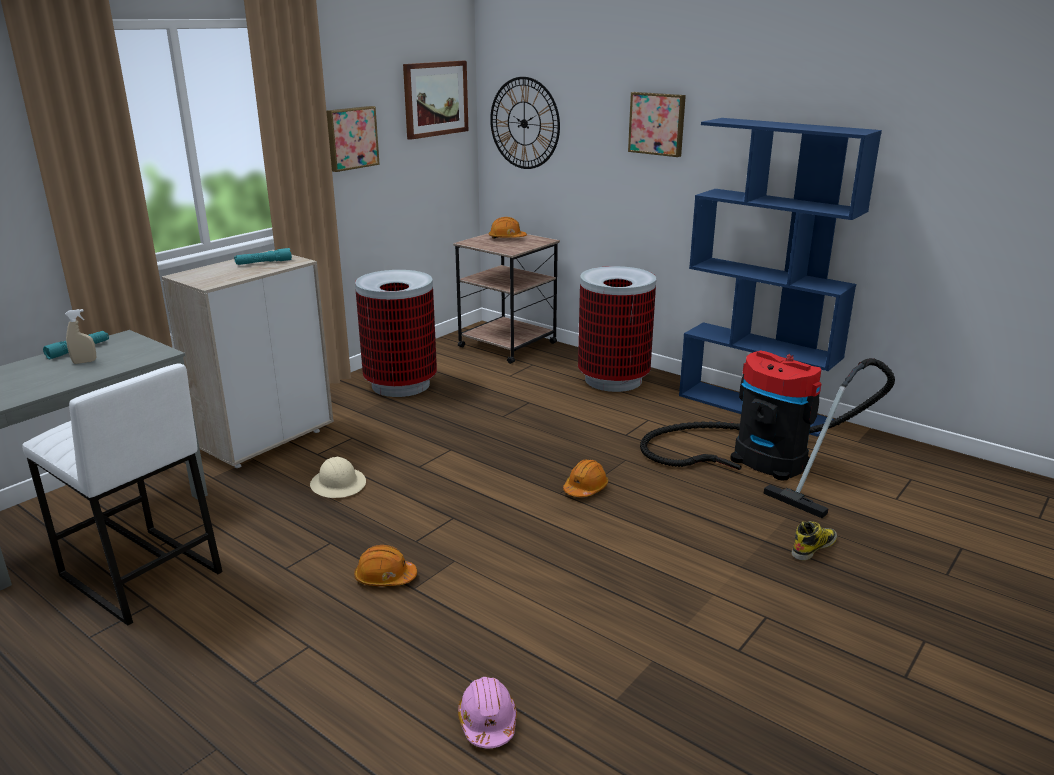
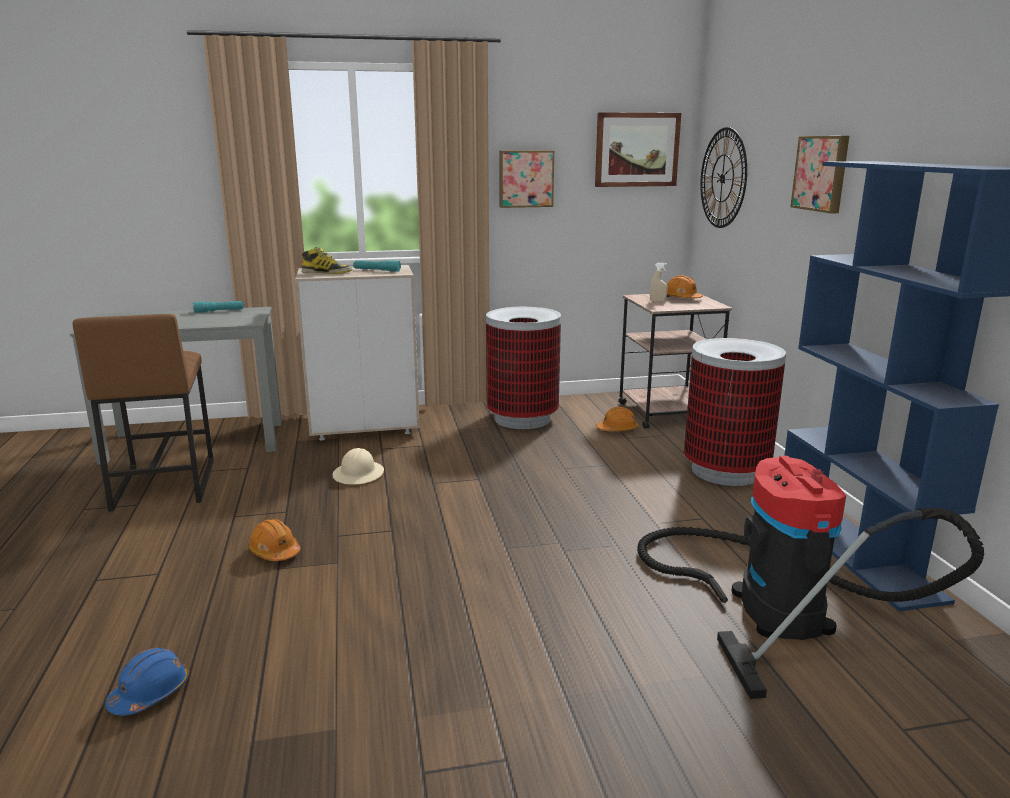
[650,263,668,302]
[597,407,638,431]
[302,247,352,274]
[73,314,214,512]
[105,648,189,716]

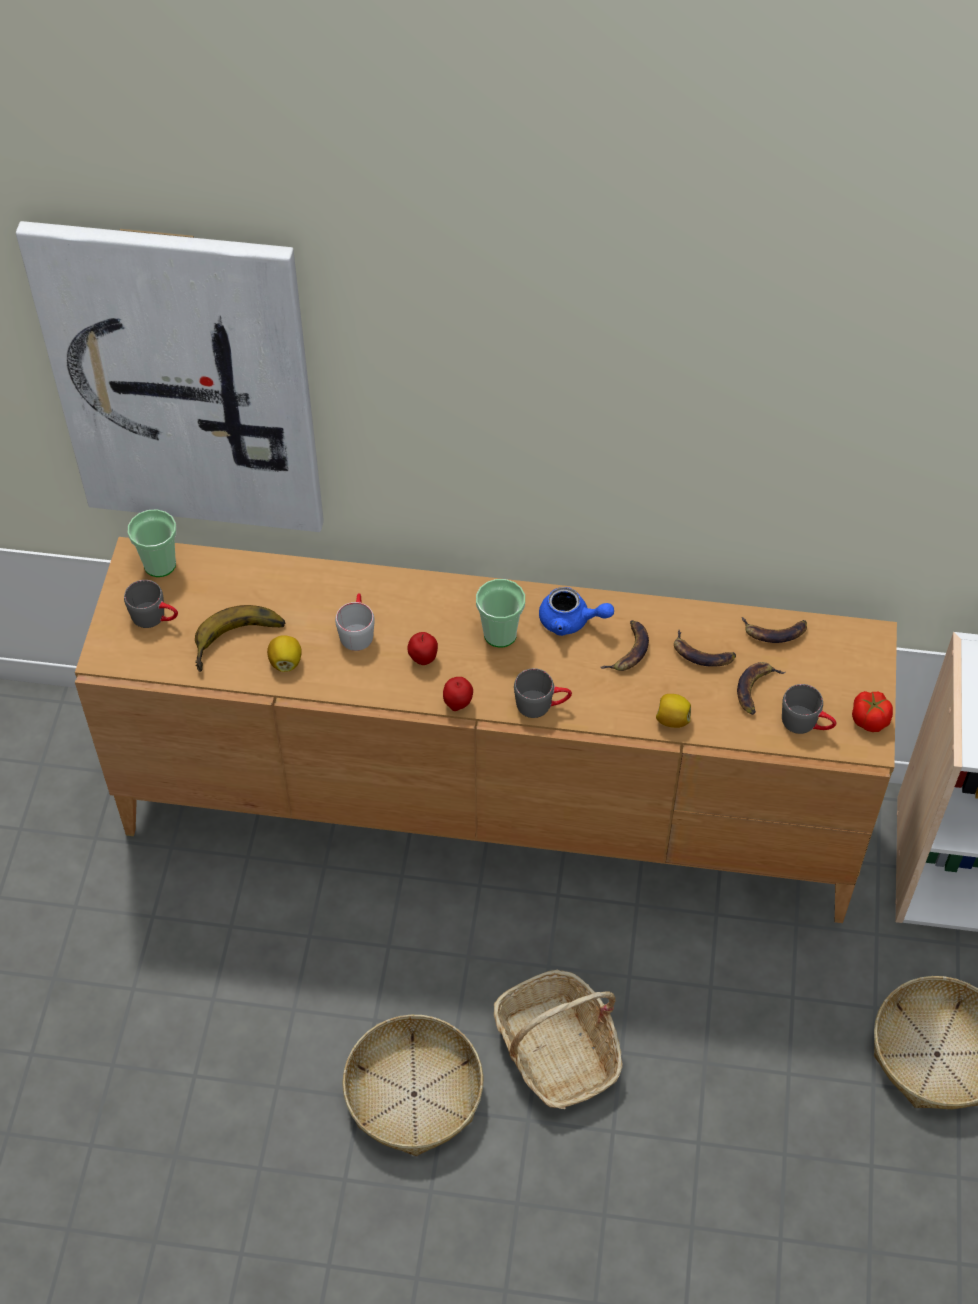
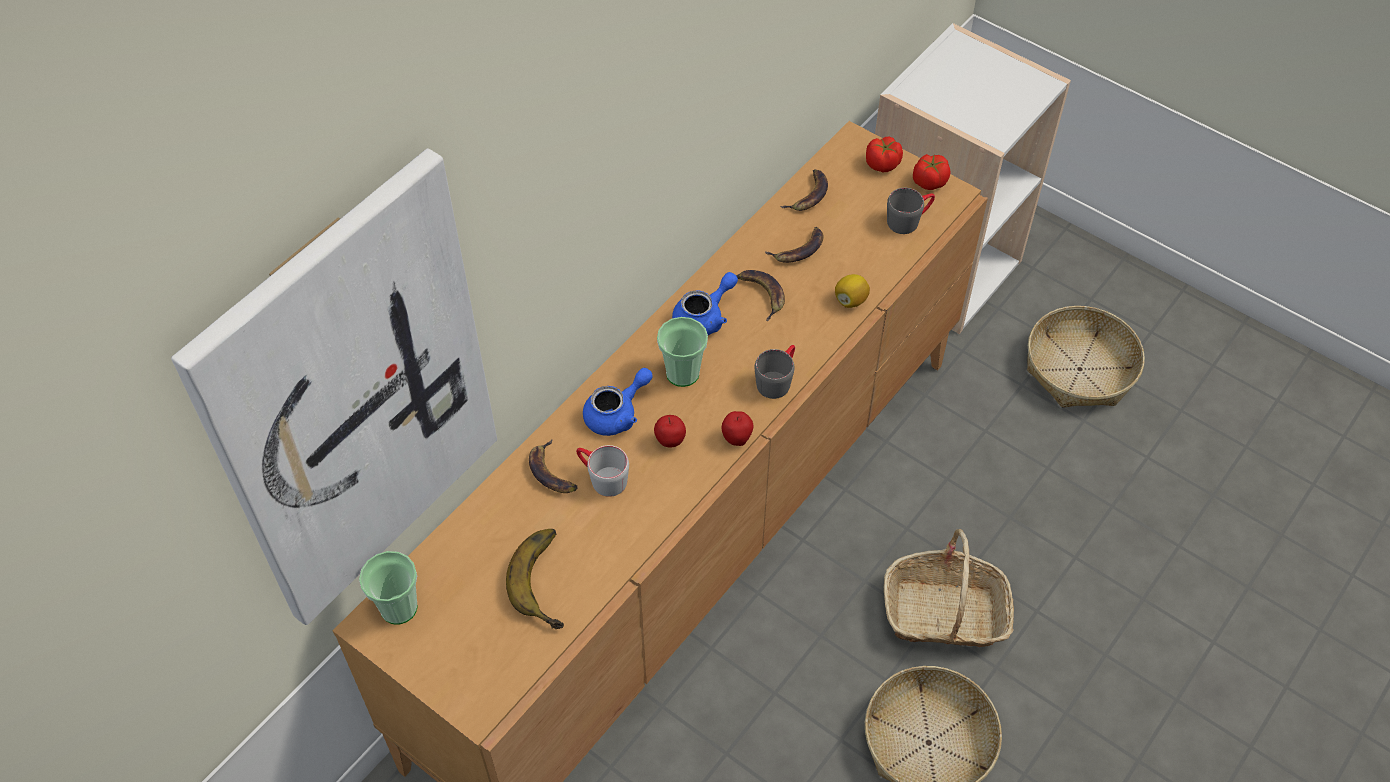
[124,580,178,628] (first image)
[267,635,302,672] (first image)
[583,368,653,436]
[866,137,903,172]
[529,440,578,493]

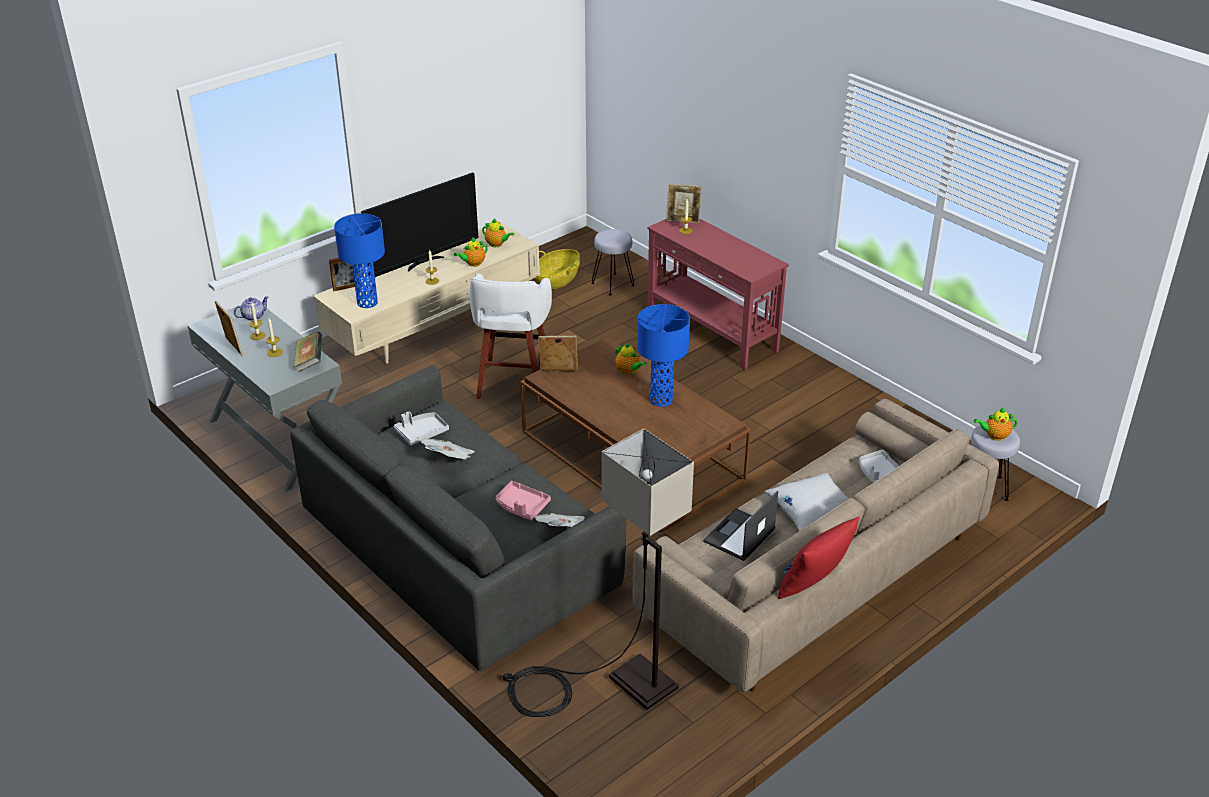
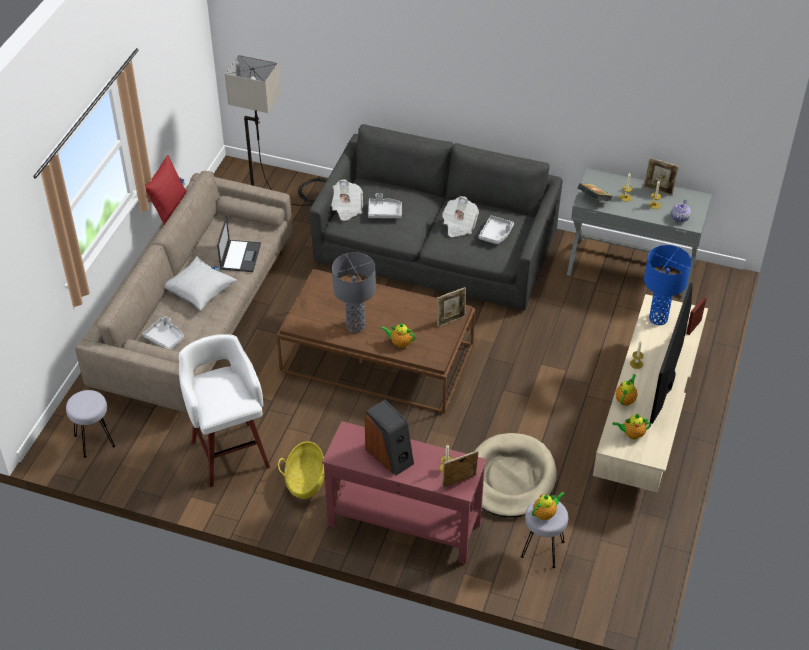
[364,400,414,476]
[475,433,557,518]
[179,334,270,487]
[278,441,325,499]
[532,492,565,520]
[368,193,402,218]
[332,252,376,333]

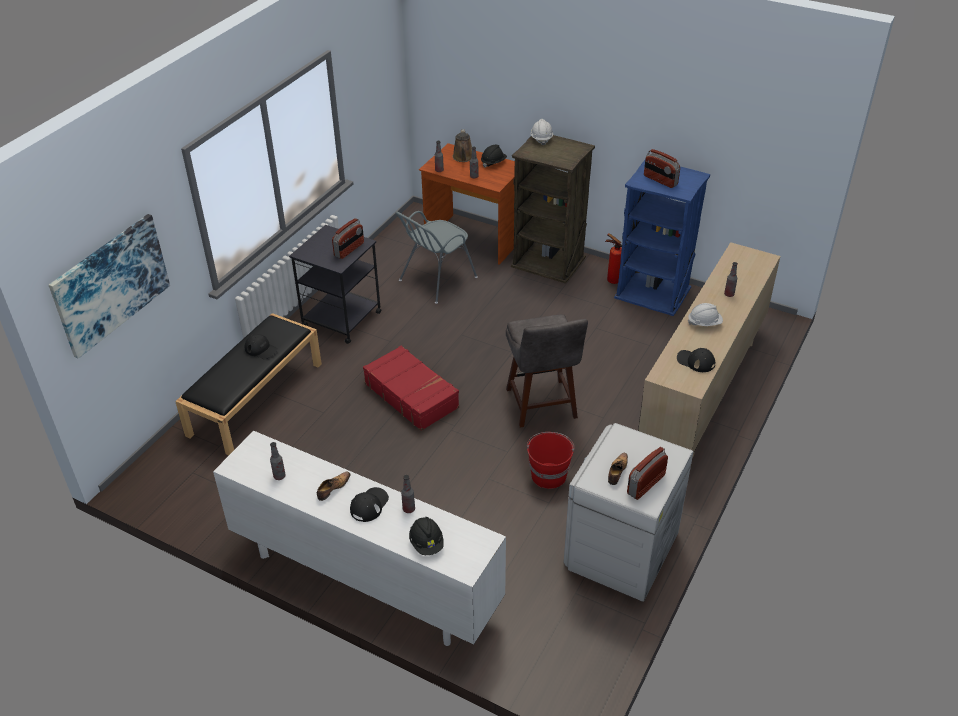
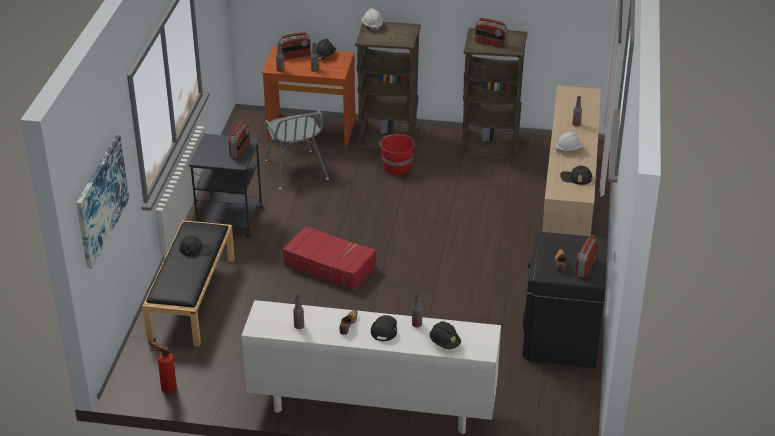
[506,314,588,428] (first image)
[379,134,415,176]
[150,341,177,393]
[279,32,311,60]
[523,232,608,368]
[460,28,528,160]
[264,110,329,189]

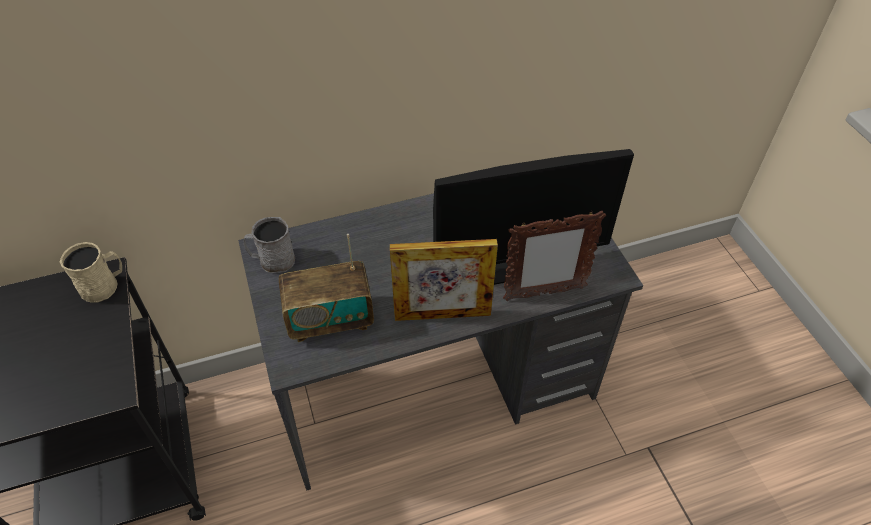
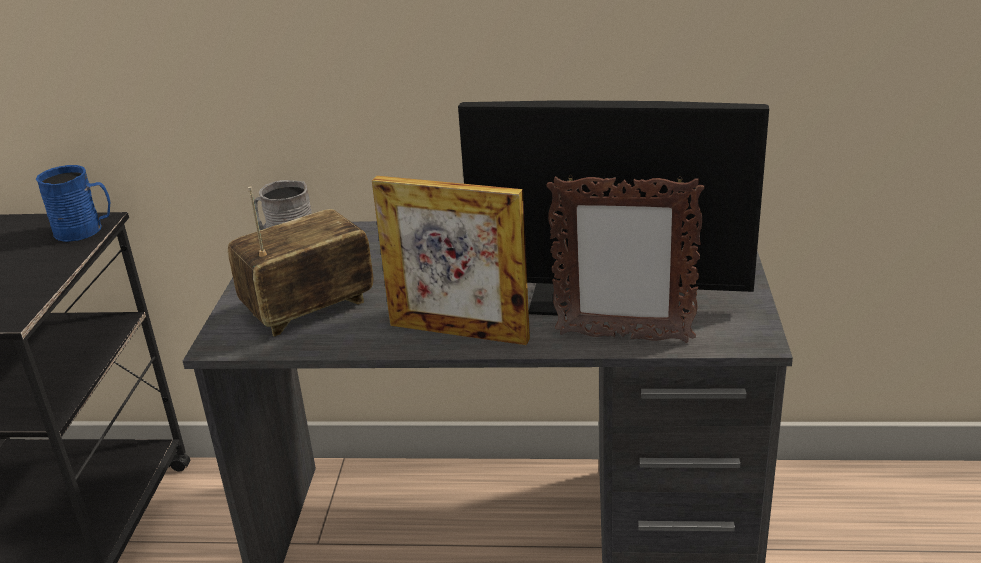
[36,165,110,242]
[228,187,373,337]

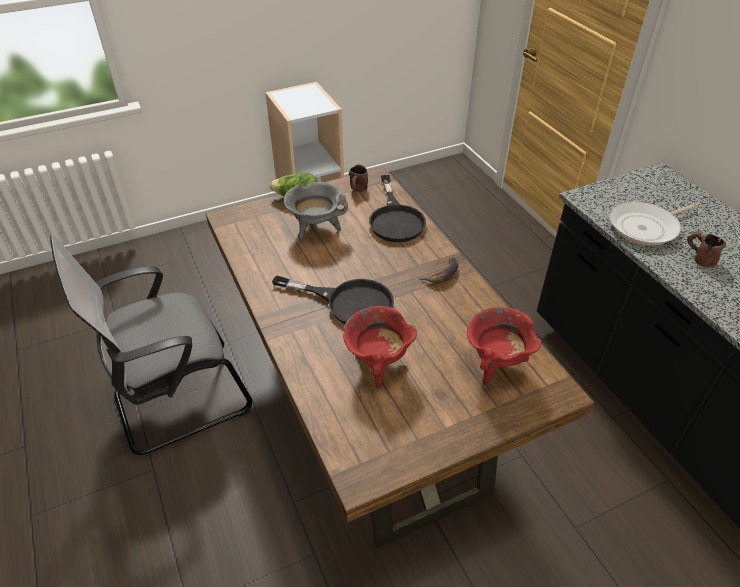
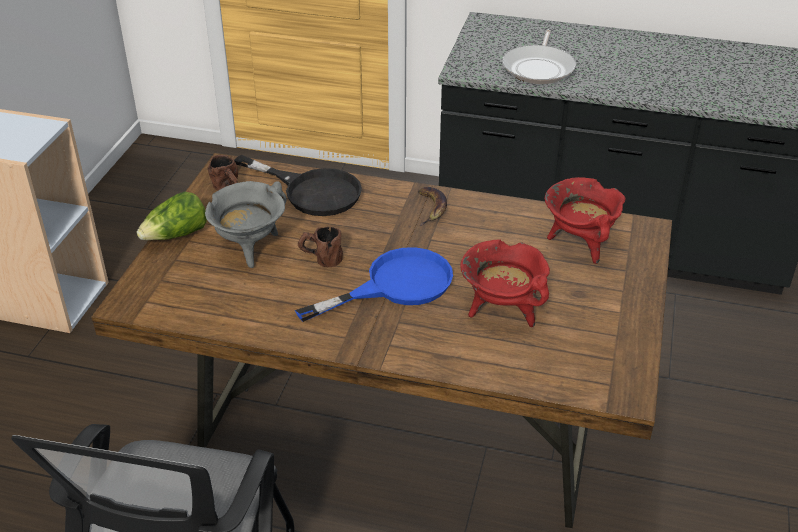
[298,227,343,267]
[295,247,453,322]

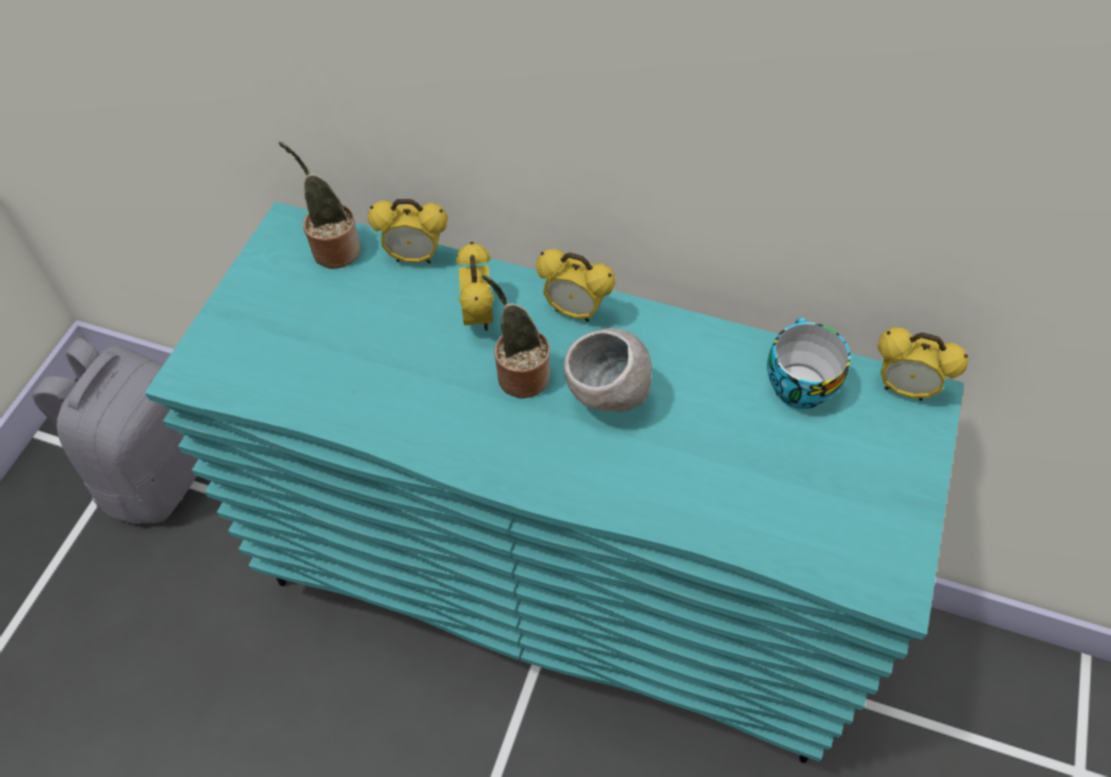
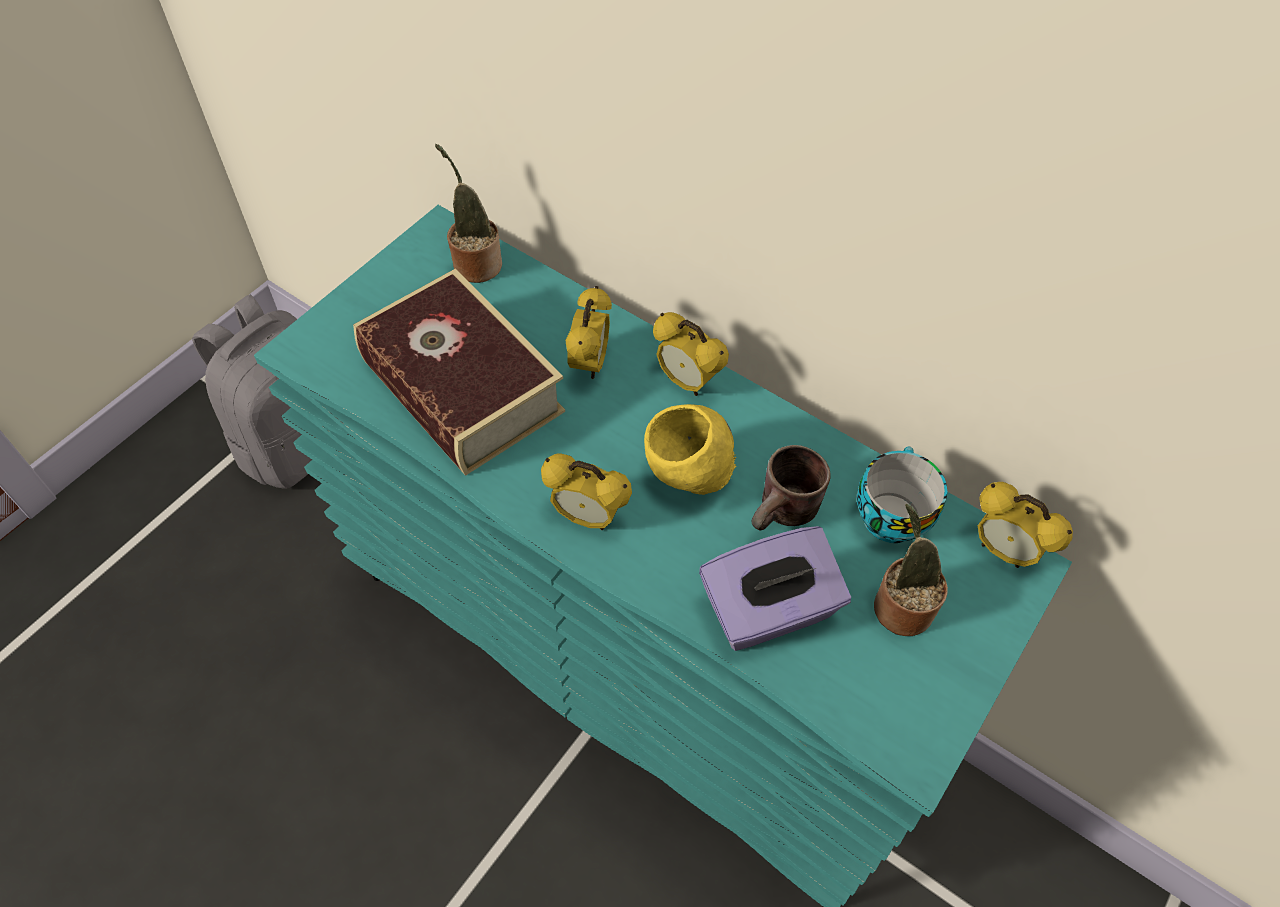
[353,269,565,476]
[699,526,851,651]
[751,445,831,531]
[541,453,632,530]
[874,504,948,636]
[644,404,737,495]

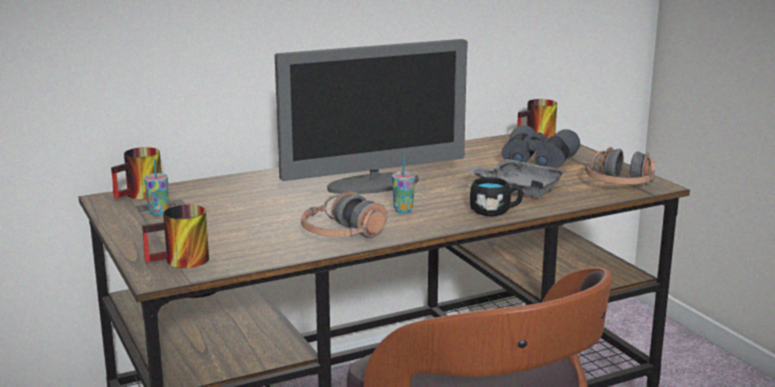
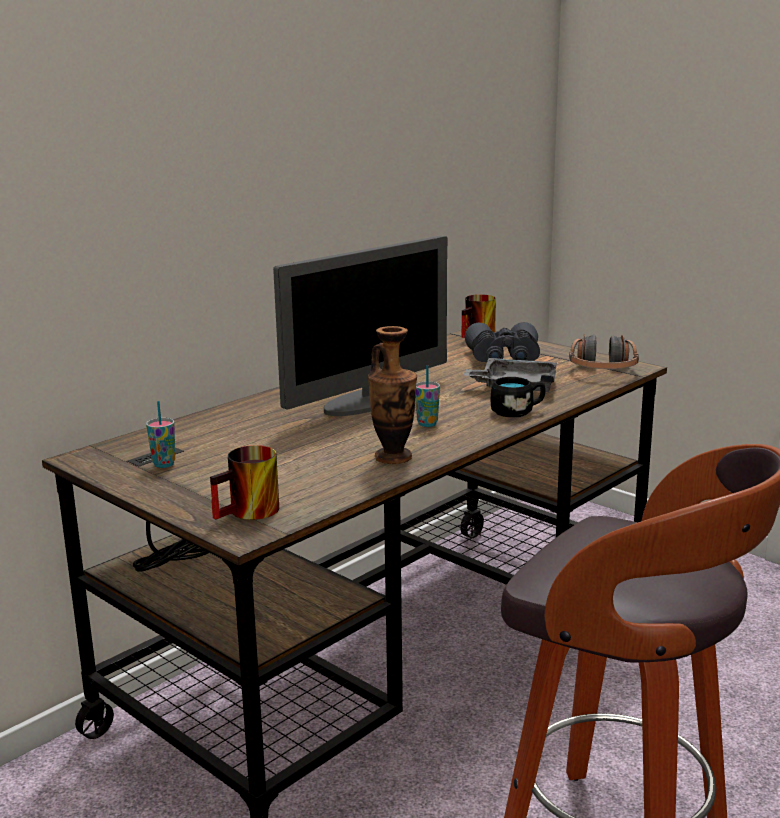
[111,147,162,199] (first image)
[368,326,417,464]

